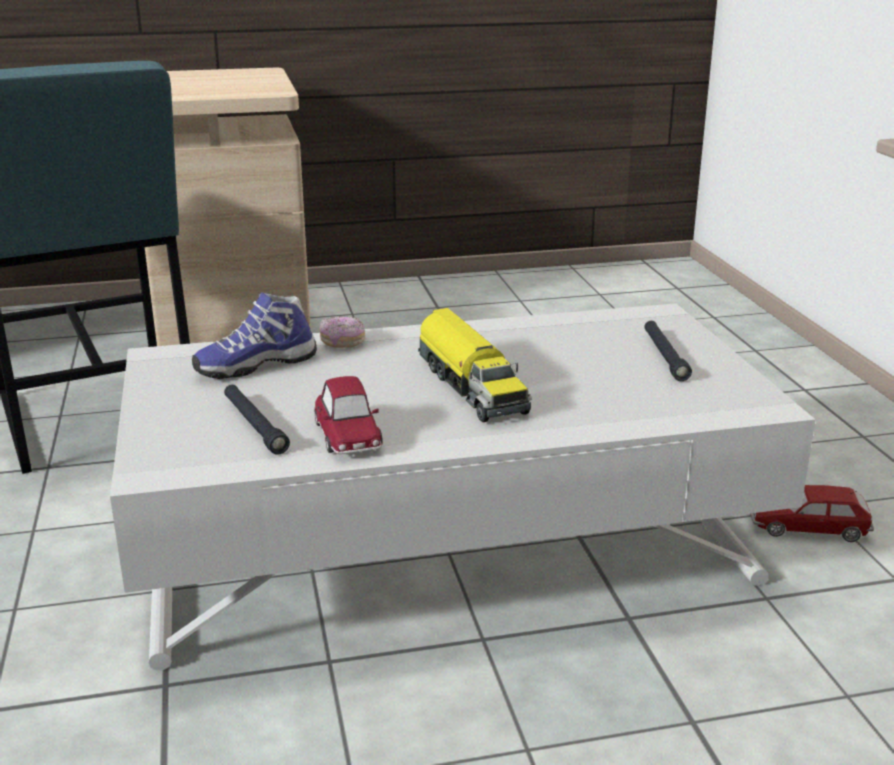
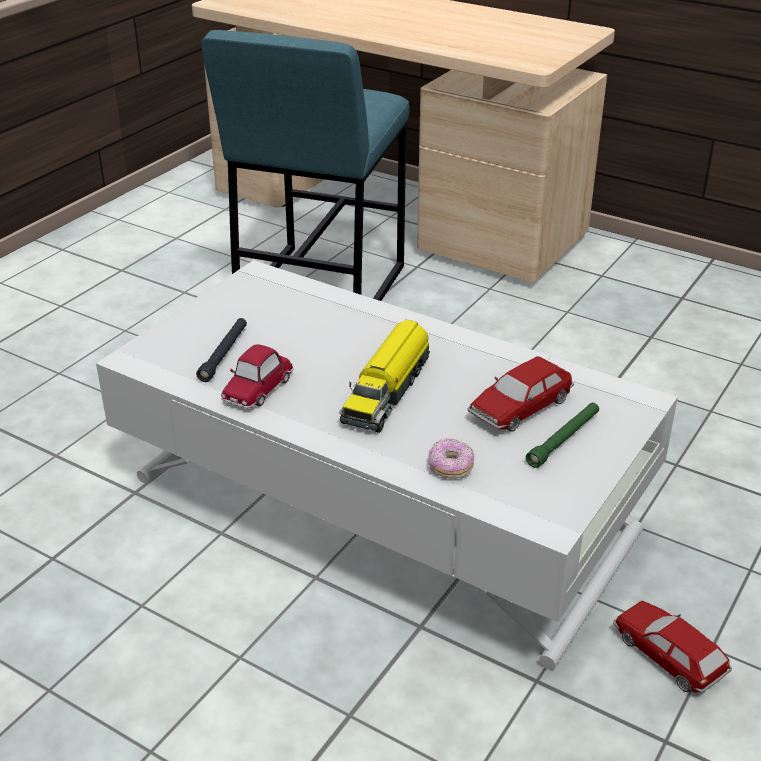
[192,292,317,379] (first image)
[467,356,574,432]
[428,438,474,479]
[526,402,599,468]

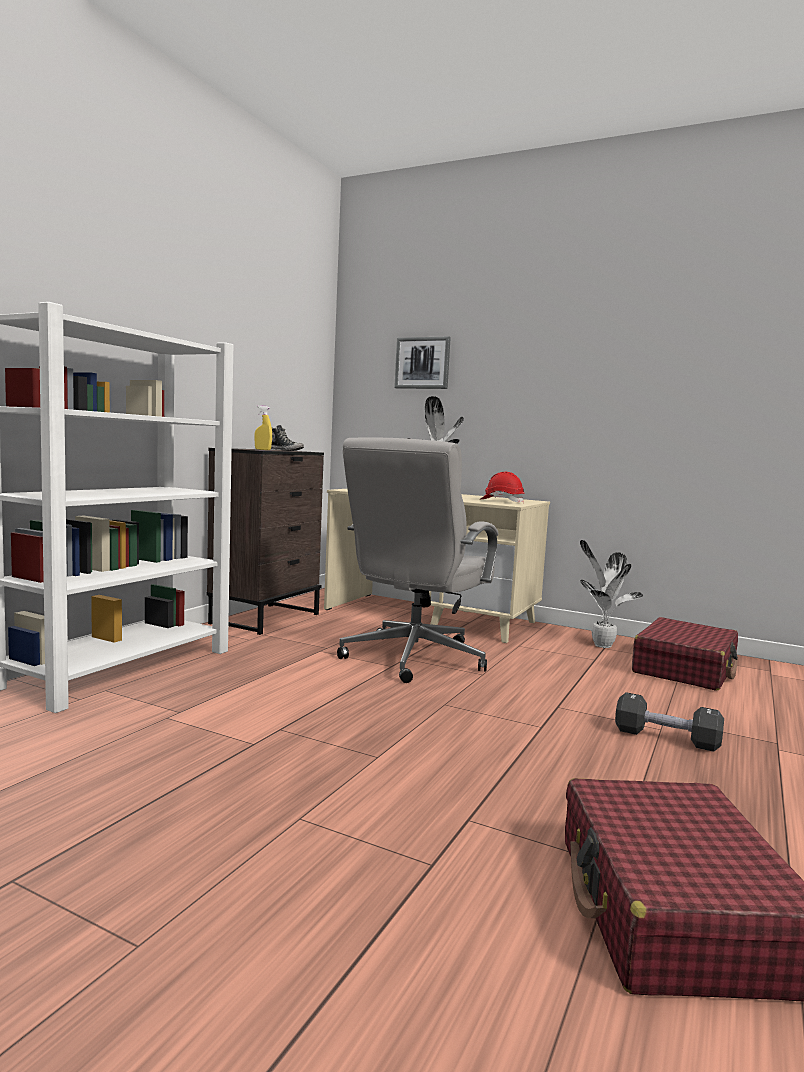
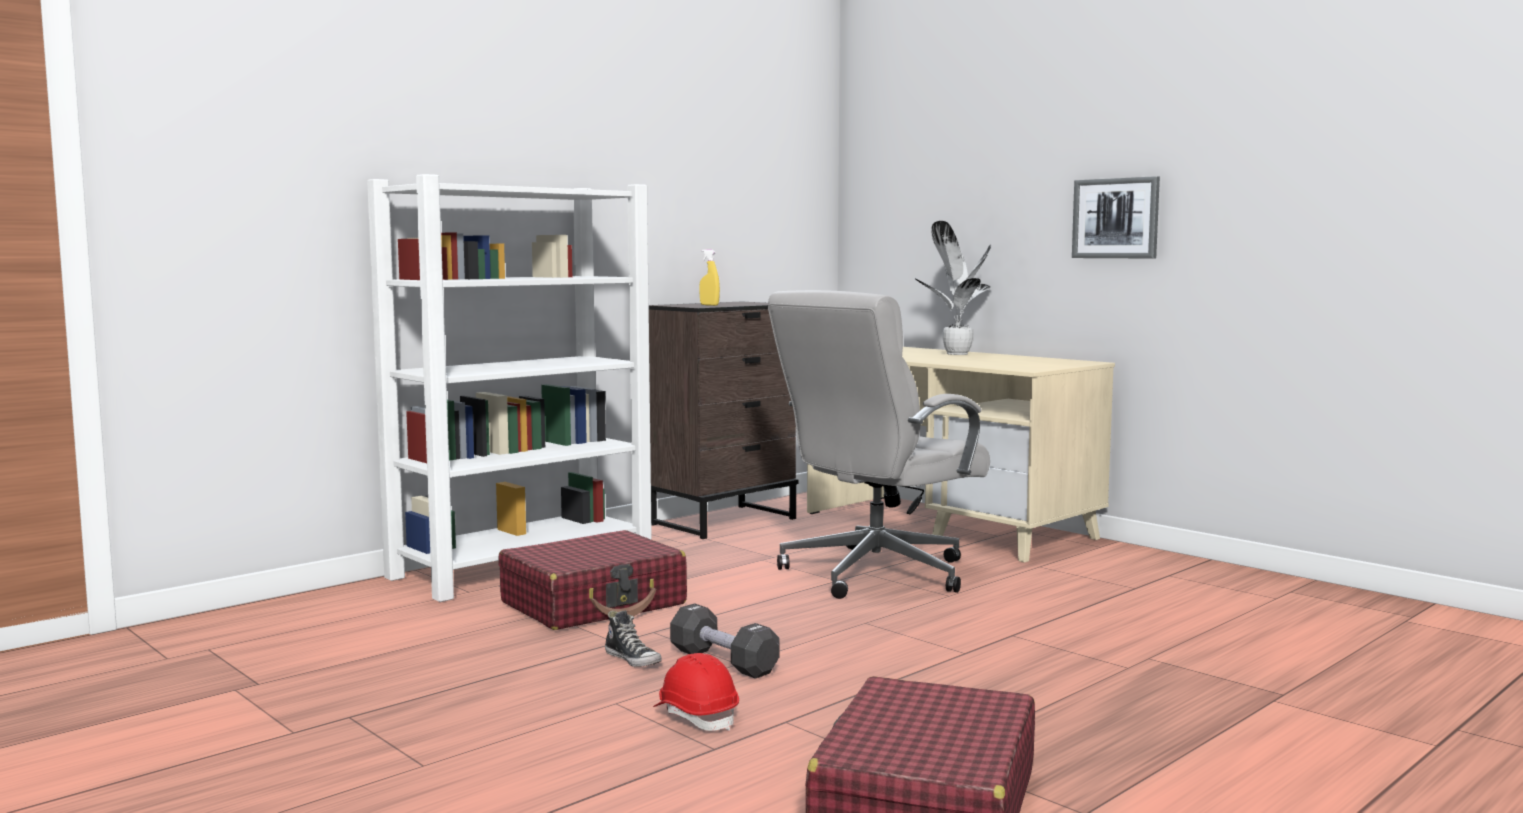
[580,540,643,648] (first image)
[605,610,662,667]
[1072,176,1160,258]
[653,653,739,731]
[670,603,780,679]
[498,530,687,630]

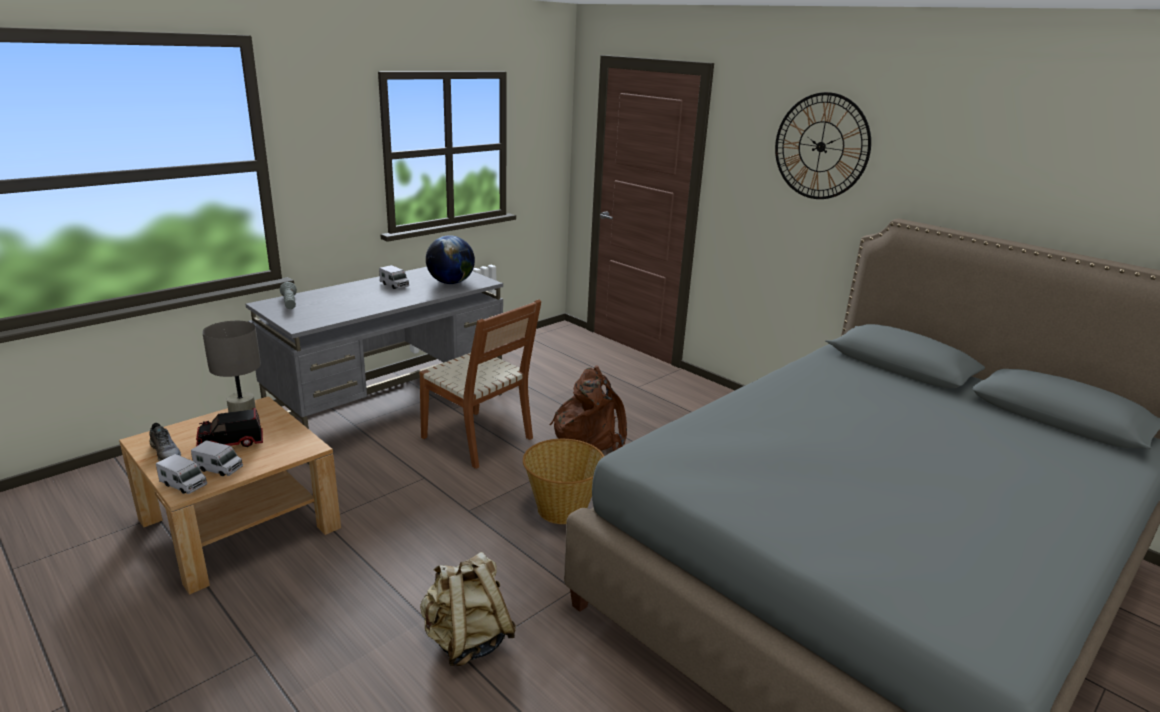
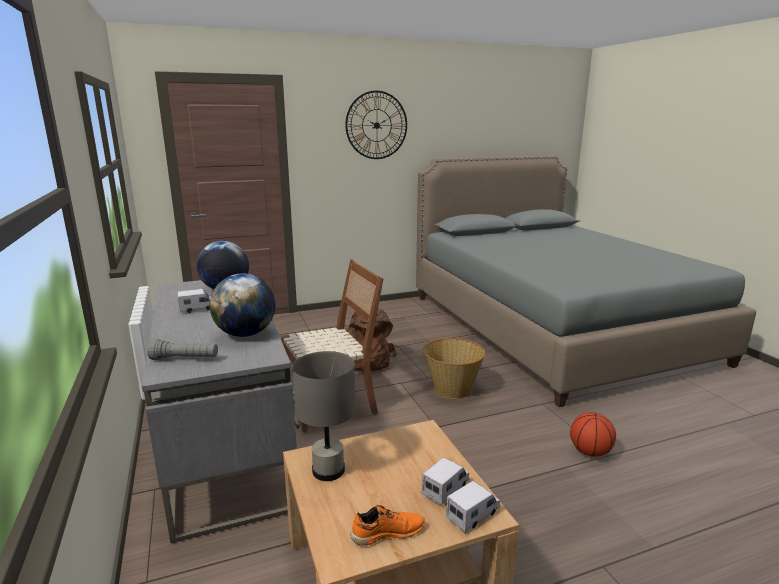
[196,408,263,447] (first image)
[210,273,275,337]
[570,412,616,457]
[350,505,425,546]

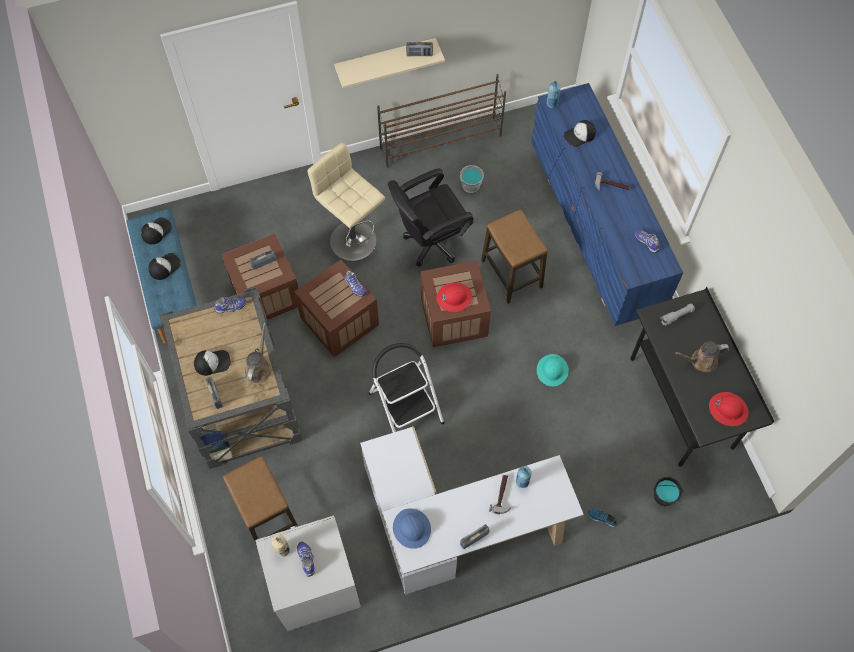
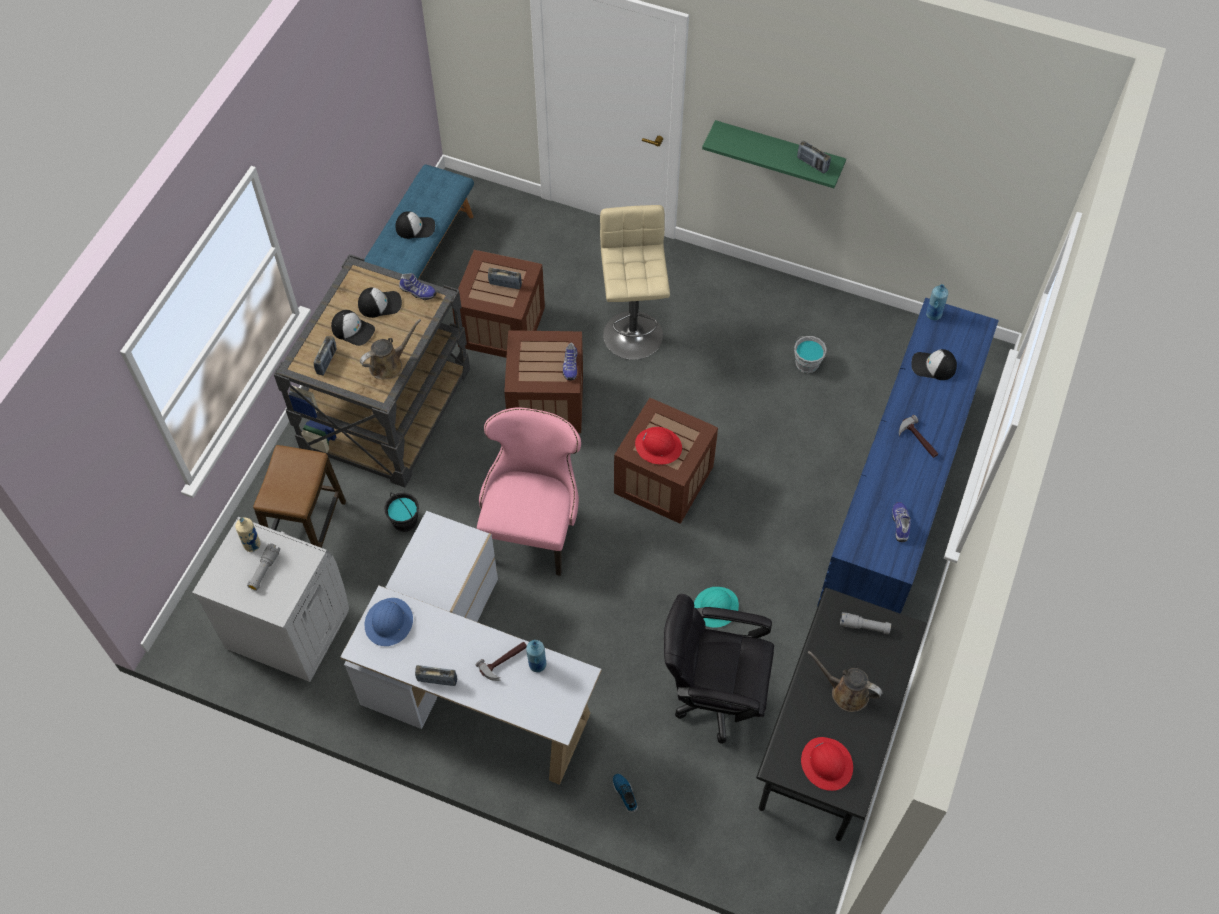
[377,74,506,168] (first image)
[481,209,548,304] (first image)
[358,288,402,318]
[664,594,774,744]
[384,493,419,532]
[247,543,280,591]
[477,408,581,576]
[702,120,846,188]

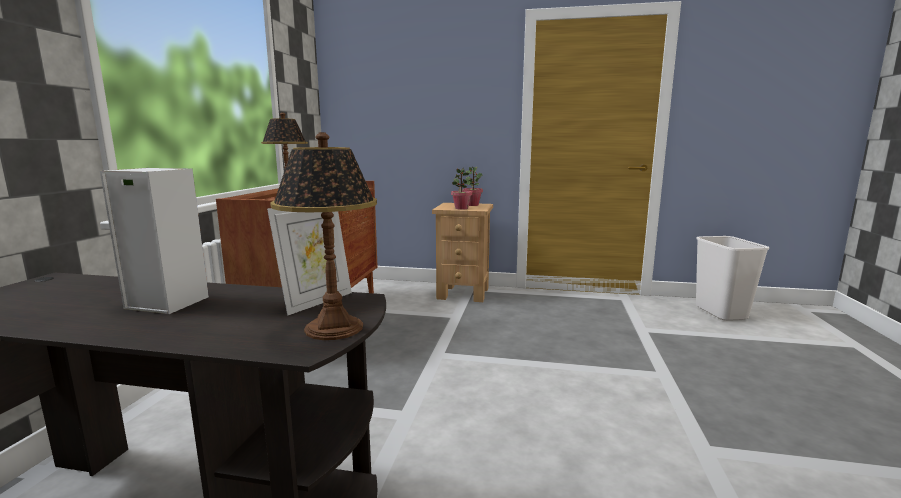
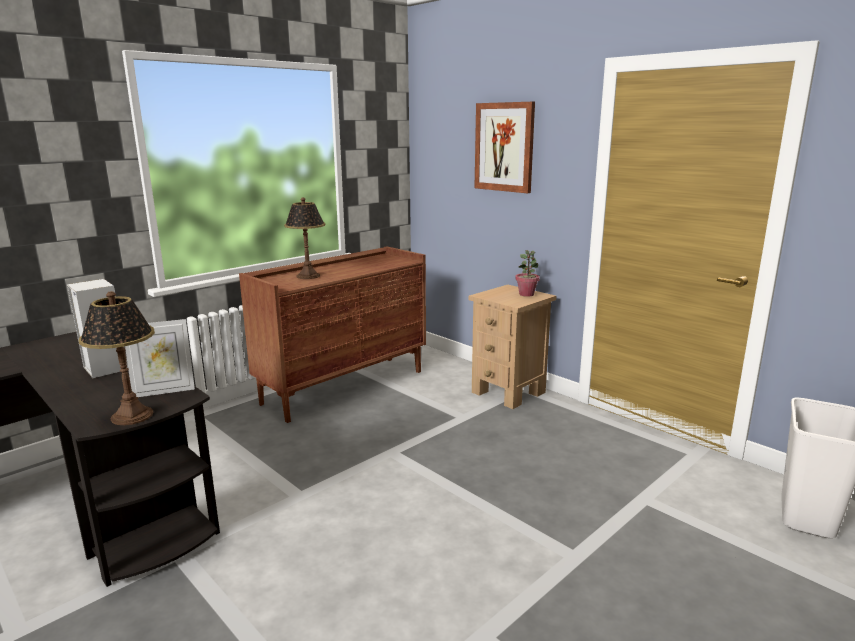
[451,168,472,210] (first image)
[474,102,535,193]

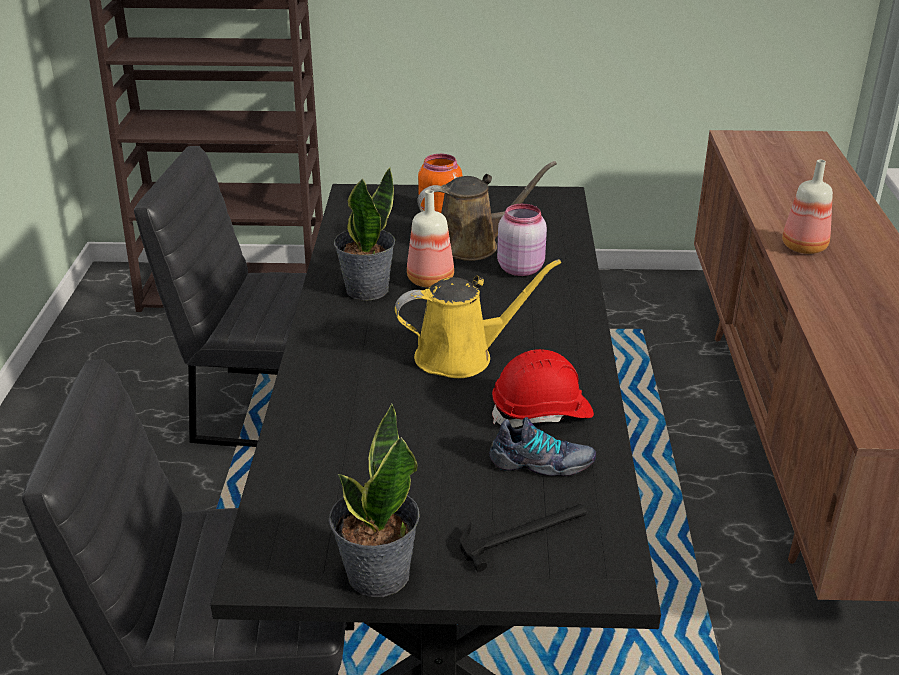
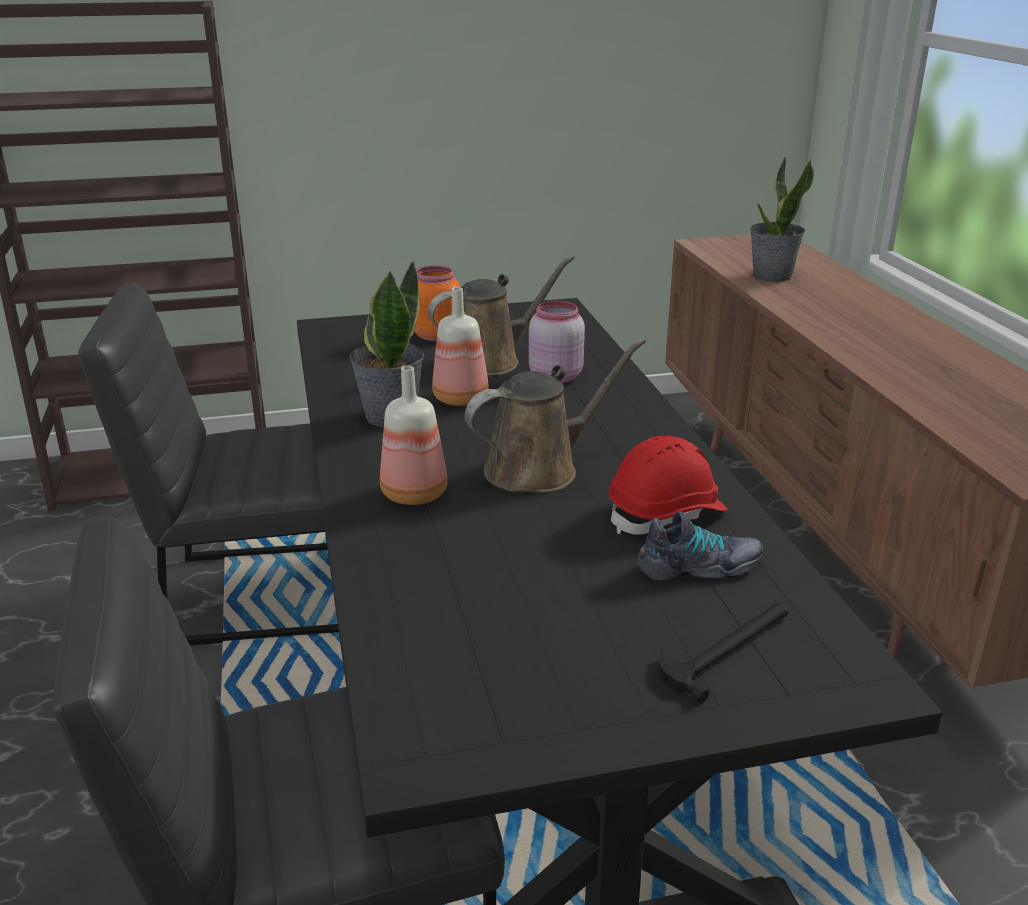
[750,156,814,282]
[380,366,448,505]
[465,338,646,493]

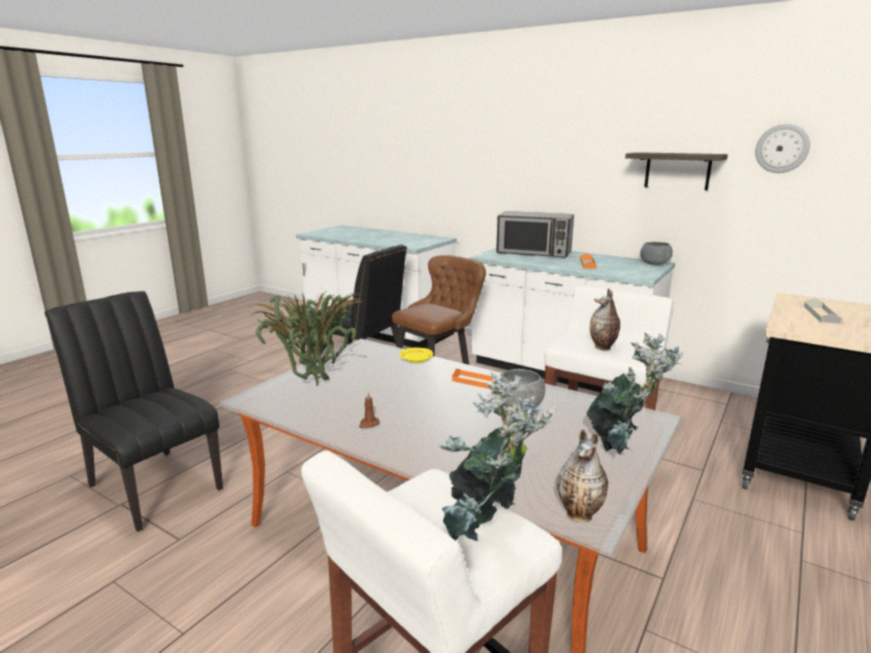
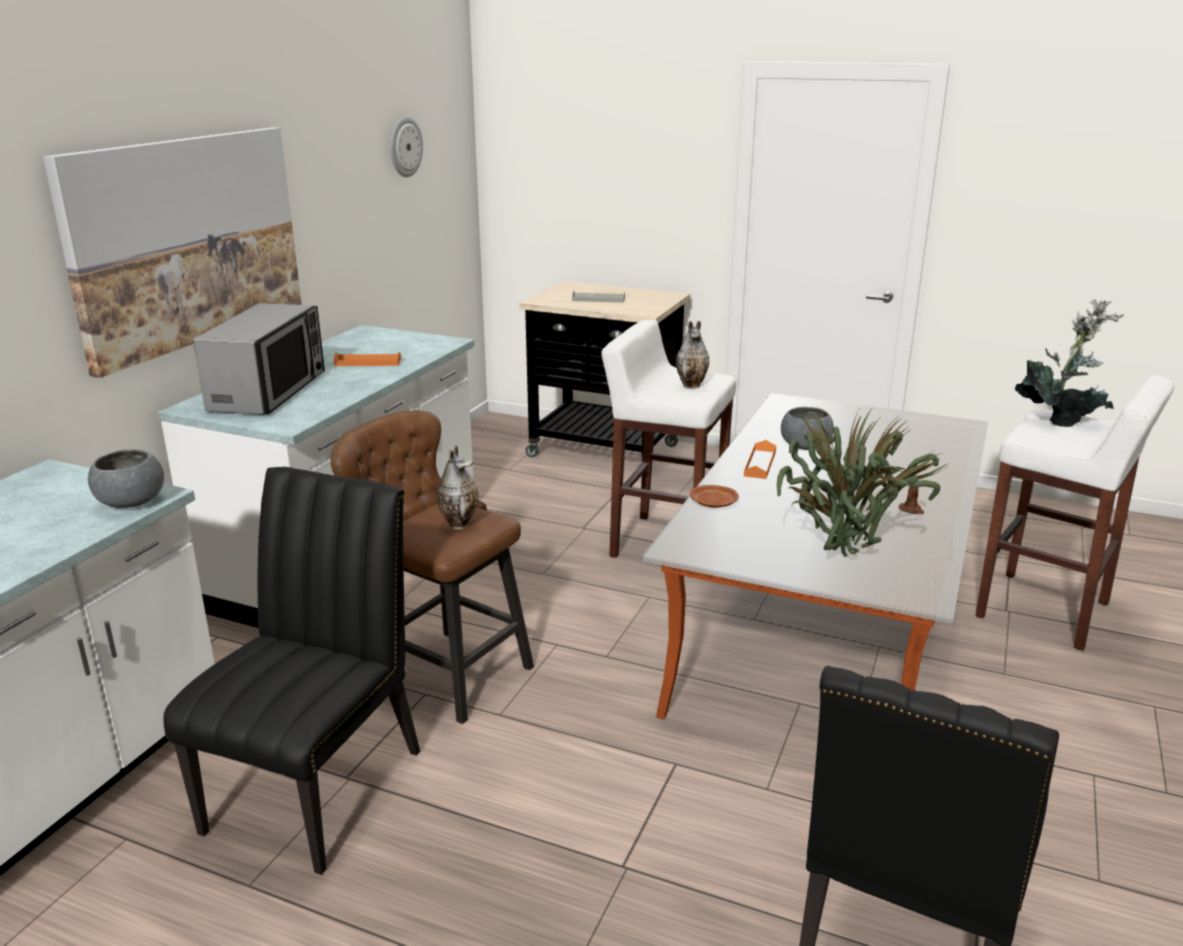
[587,333,683,455] (first image)
[625,152,728,190] (first image)
[43,127,301,378]
[436,446,478,530]
[88,449,164,508]
[690,485,739,508]

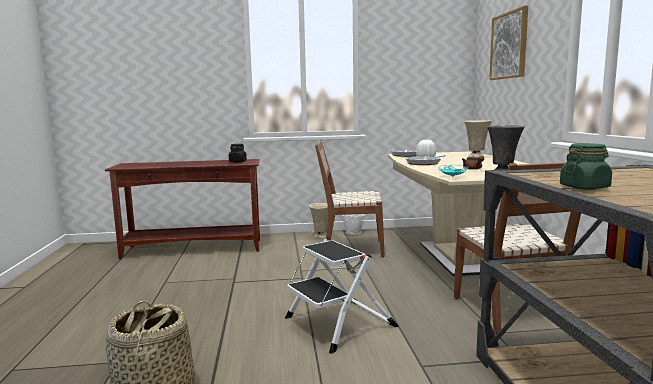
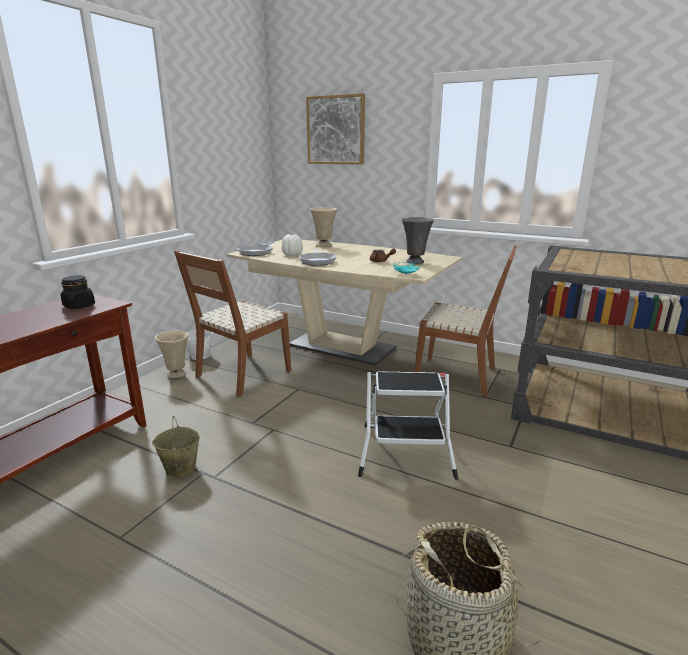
[560,143,612,190] (first image)
[152,416,200,478]

